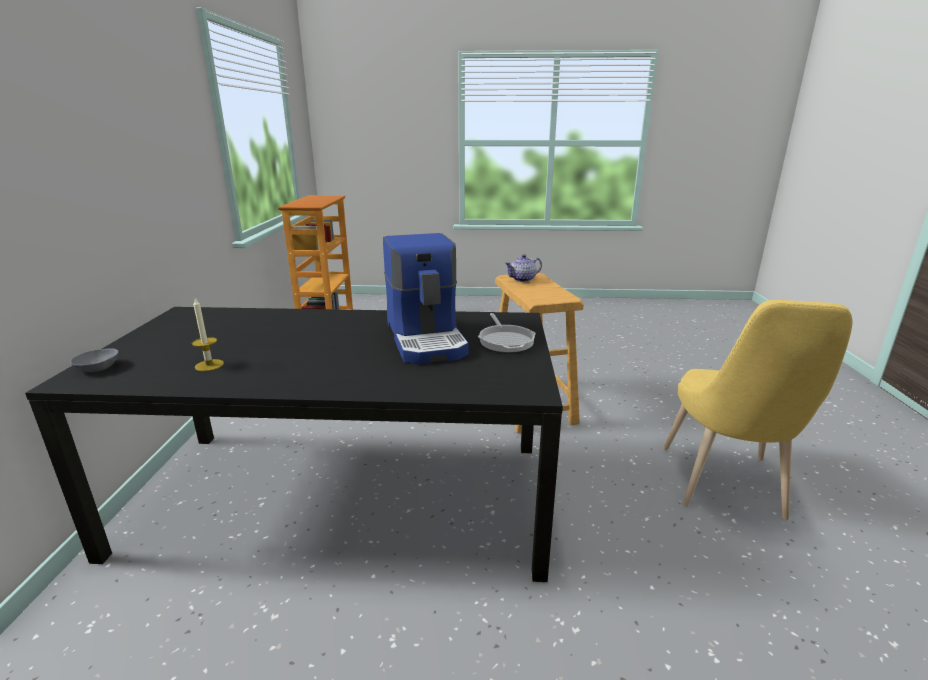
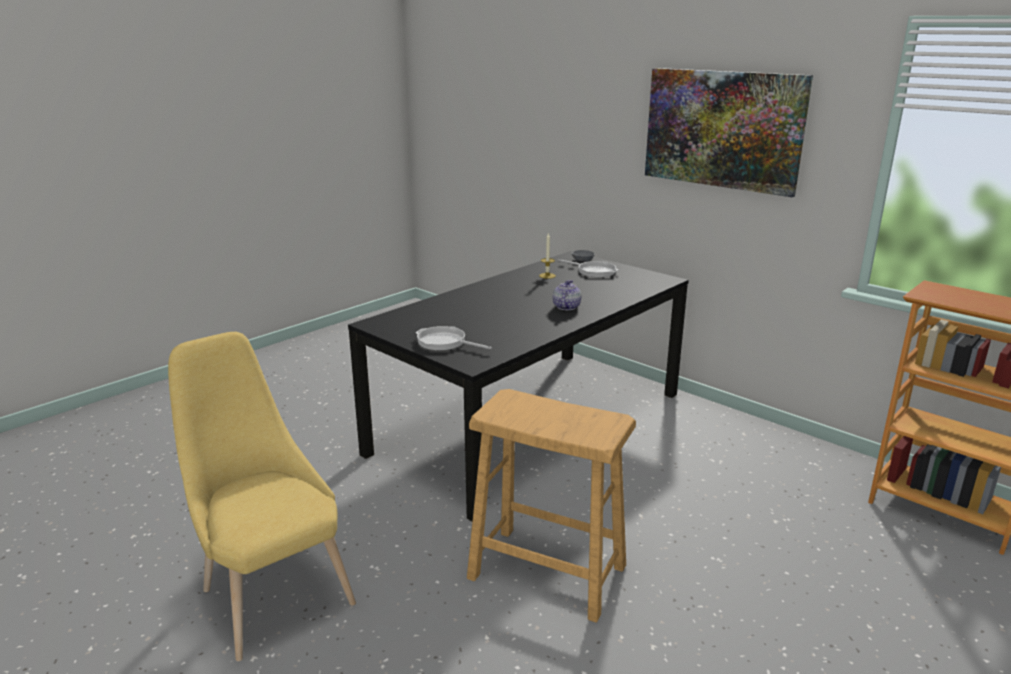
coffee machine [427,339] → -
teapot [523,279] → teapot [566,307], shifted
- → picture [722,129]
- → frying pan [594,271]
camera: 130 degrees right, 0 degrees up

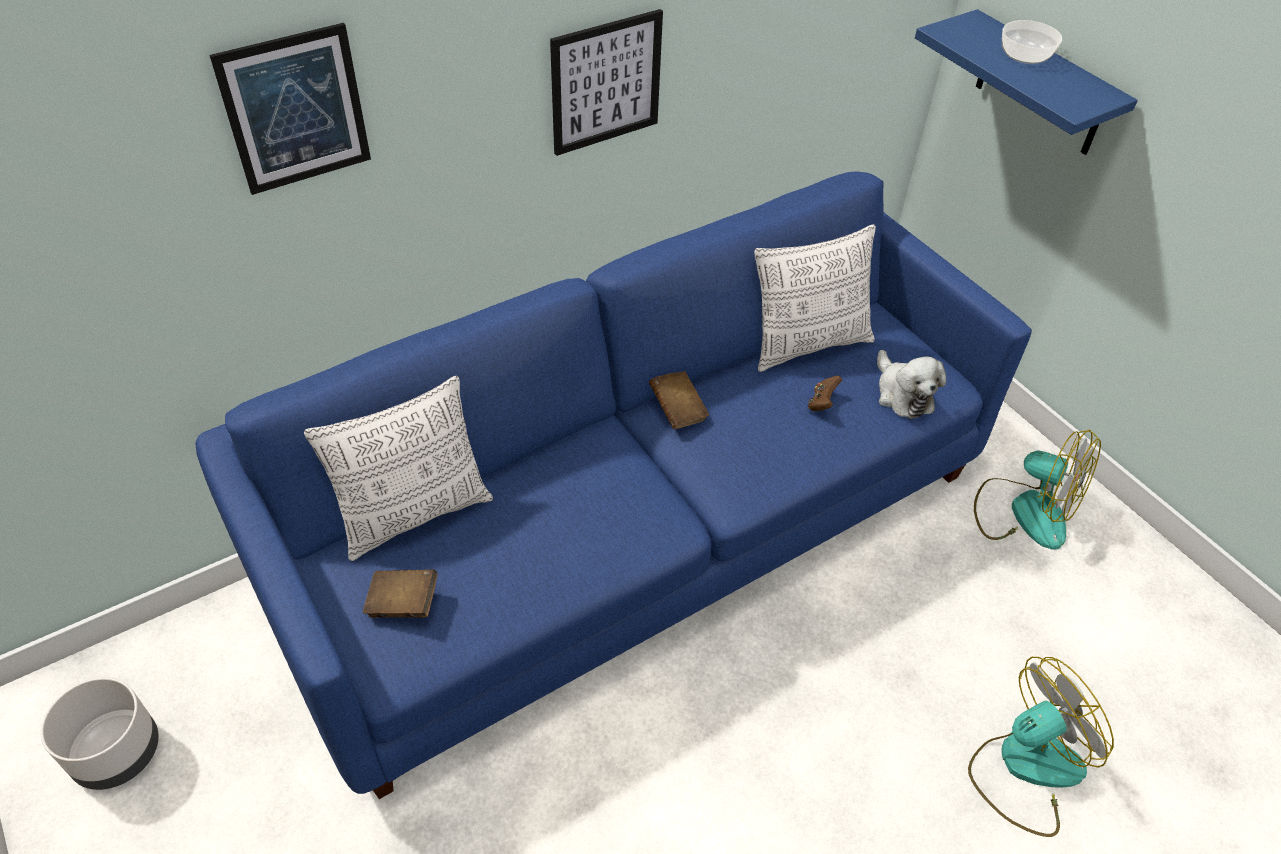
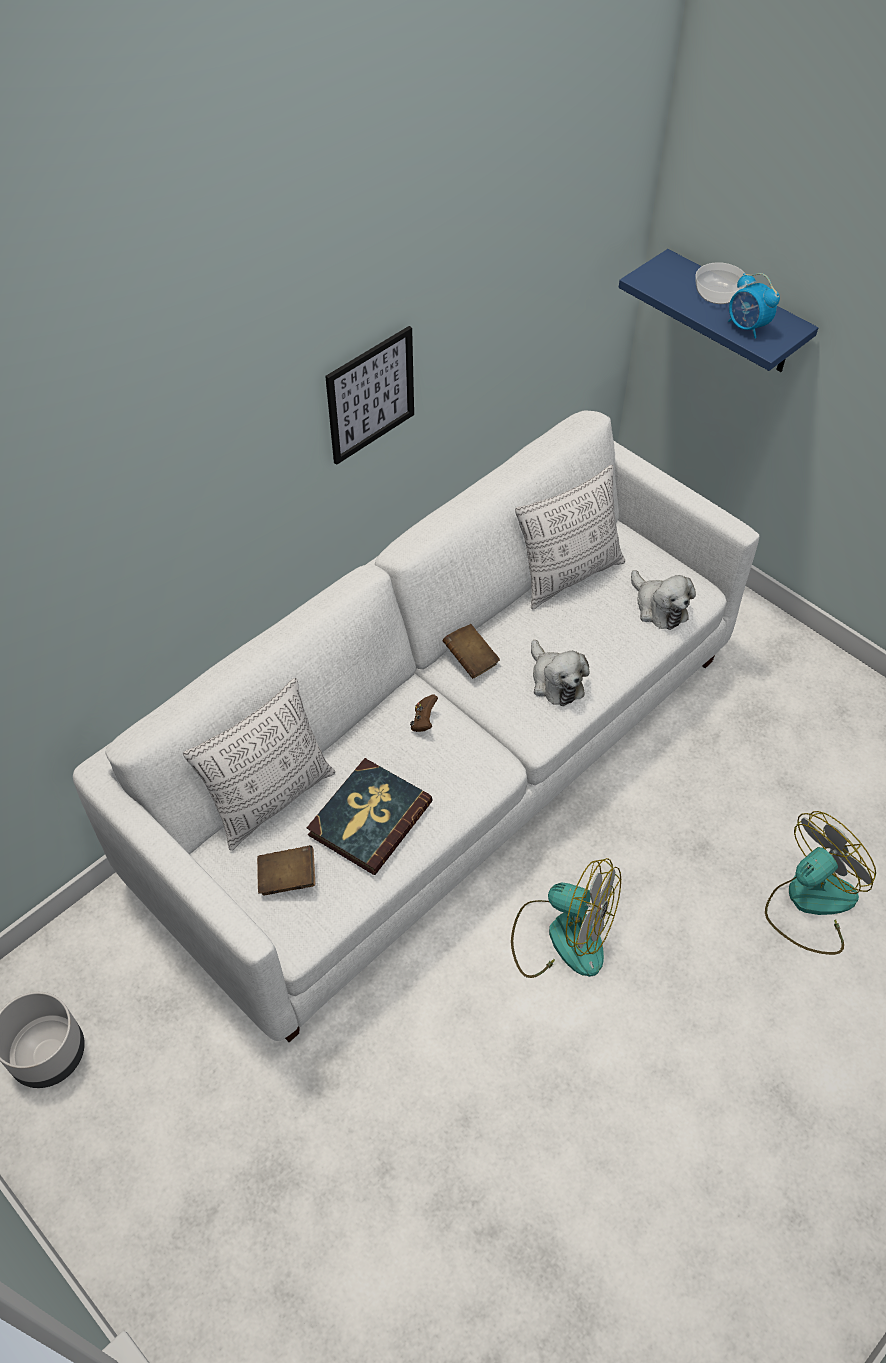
picture [295,110] → -
sofa (blue) [635,527] → sofa (white) [442,763]
game controller (brown) [822,403] → game controller (brown) [423,721], shifted
fan [1024,511] → fan [562,936], shifted
- → alarm clock [747,327]
- → plush toy [555,681]
- → book [369,818]
camera: 10 degrees left, 5 degrees up

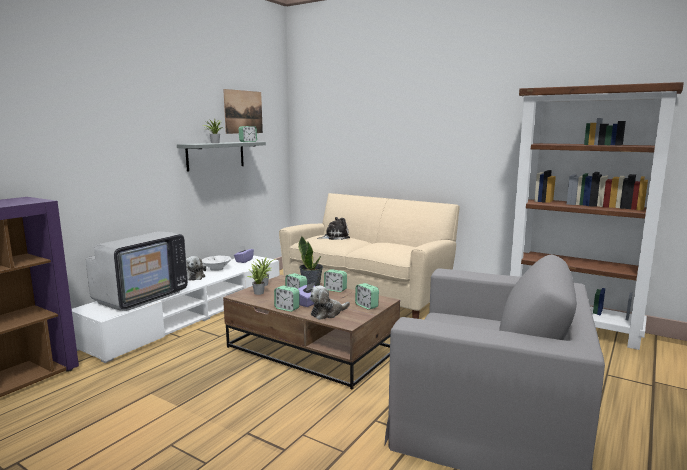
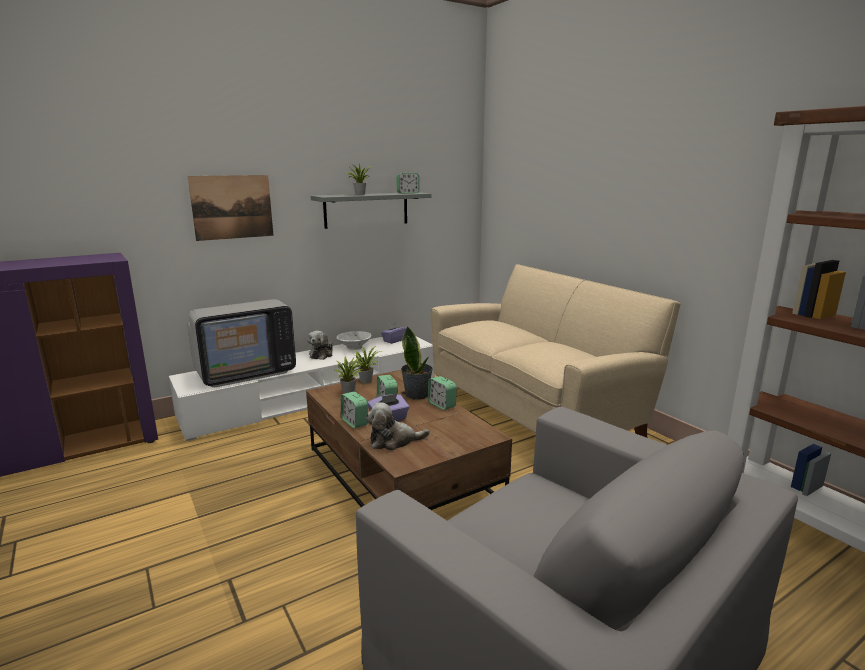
picture [243,112] → picture [232,207], shifted
plush toy [335,237] → -
alarm clock [366,306] → -
camera: 25 degrees right, 5 degrees up

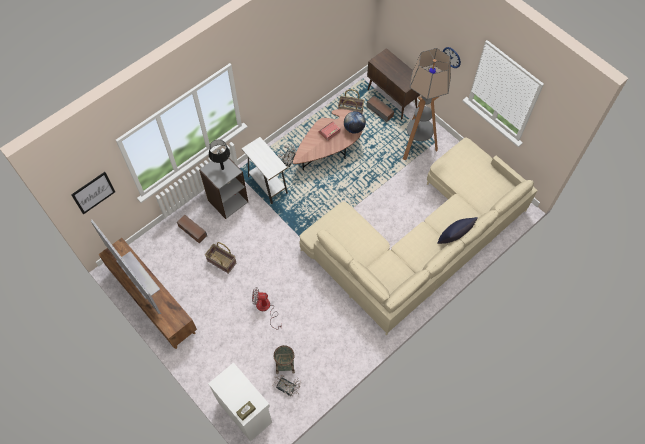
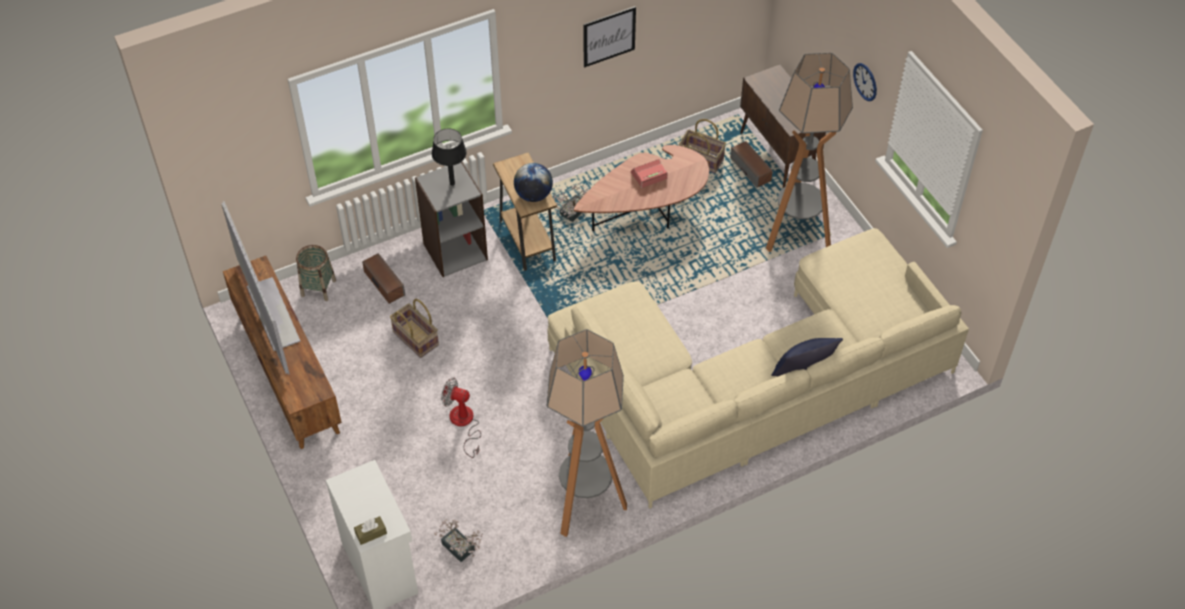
globe [354,128] → globe [533,195], shifted
side table (white) [267,185] → side table (brown) [527,241]
picture [93,193] → picture [609,36], shifted
basket [285,364] → basket [318,288], shifted
- → floor lamp [585,505]
camera: 15 degrees right, 10 degrees down

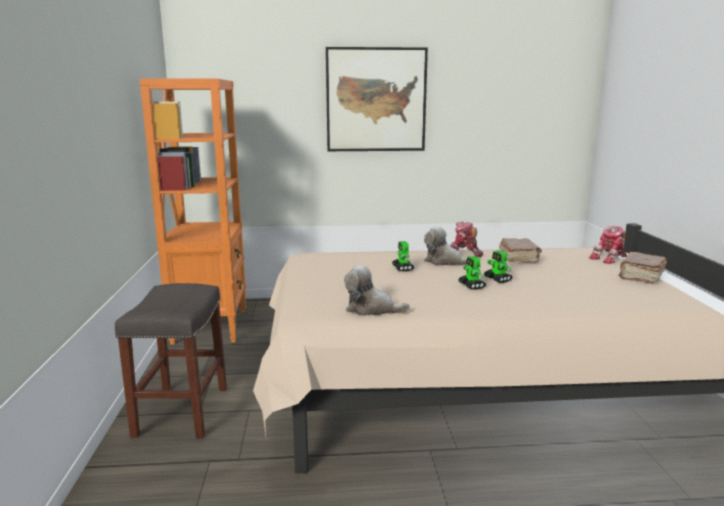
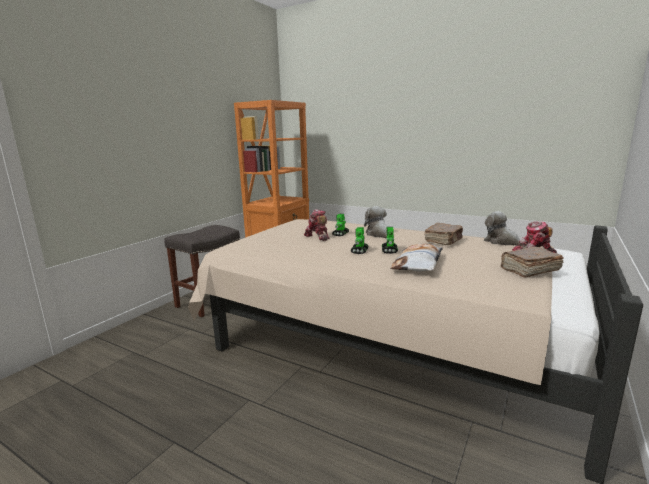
picture [376,100] → -
toy robot [462,253] → toy robot [317,237], shifted
plush toy [371,309] → plush toy [502,242], shifted
- → pillow [418,264]
camera: 35 degrees right, 0 degrees up

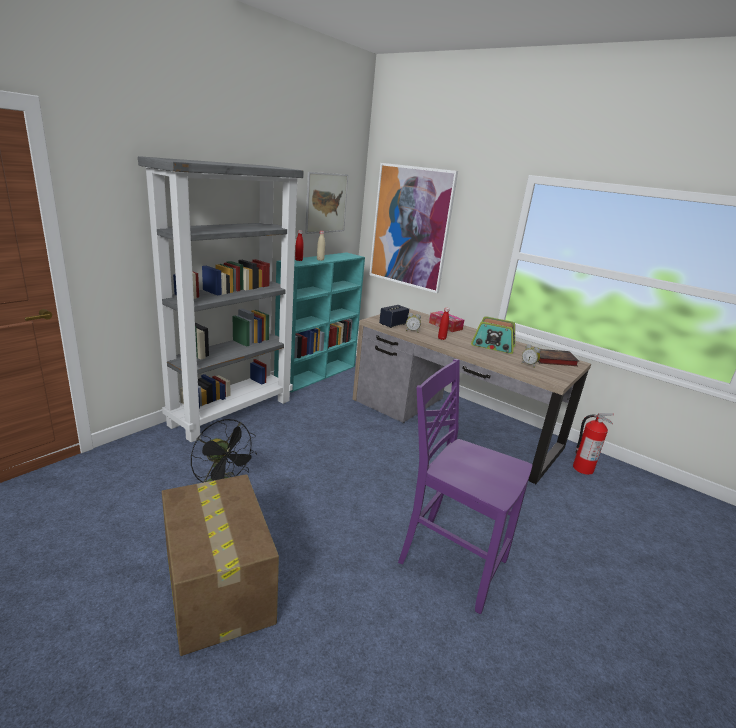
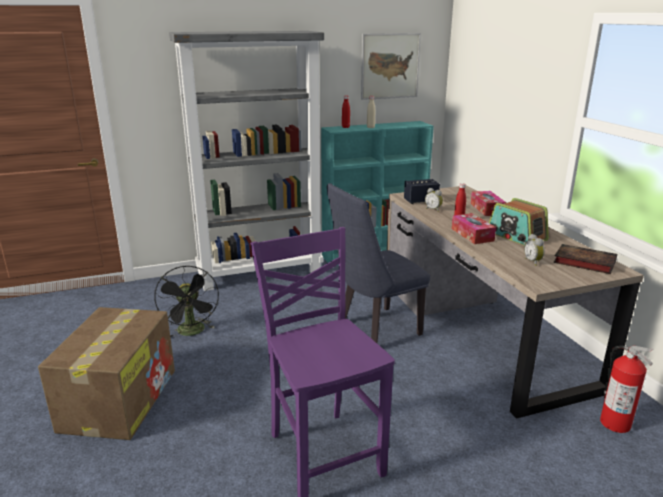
picture [410,227] → -
- → chair (blue) [373,330]
- → tissue box [472,235]
camera: 35 degrees right, 0 degrees up

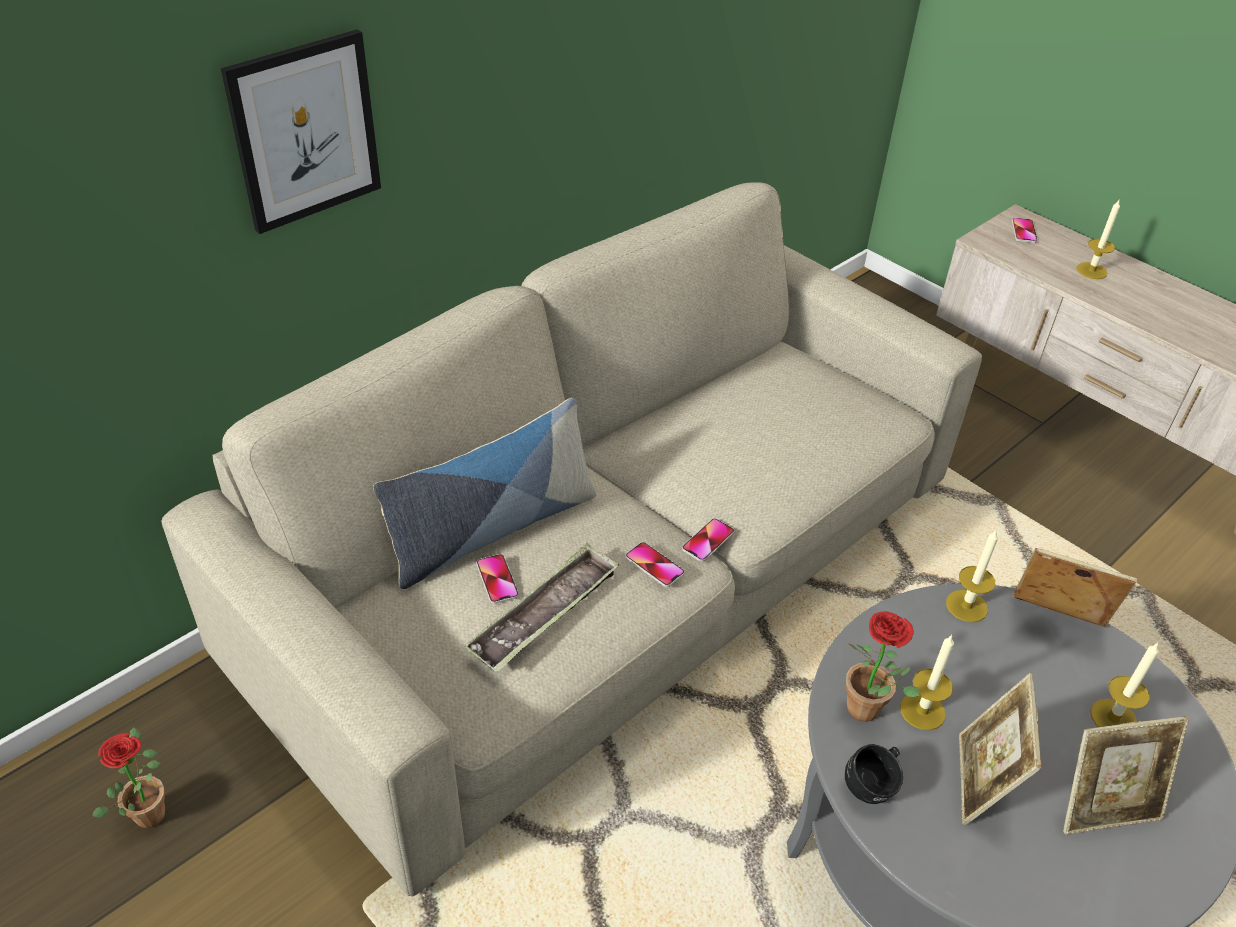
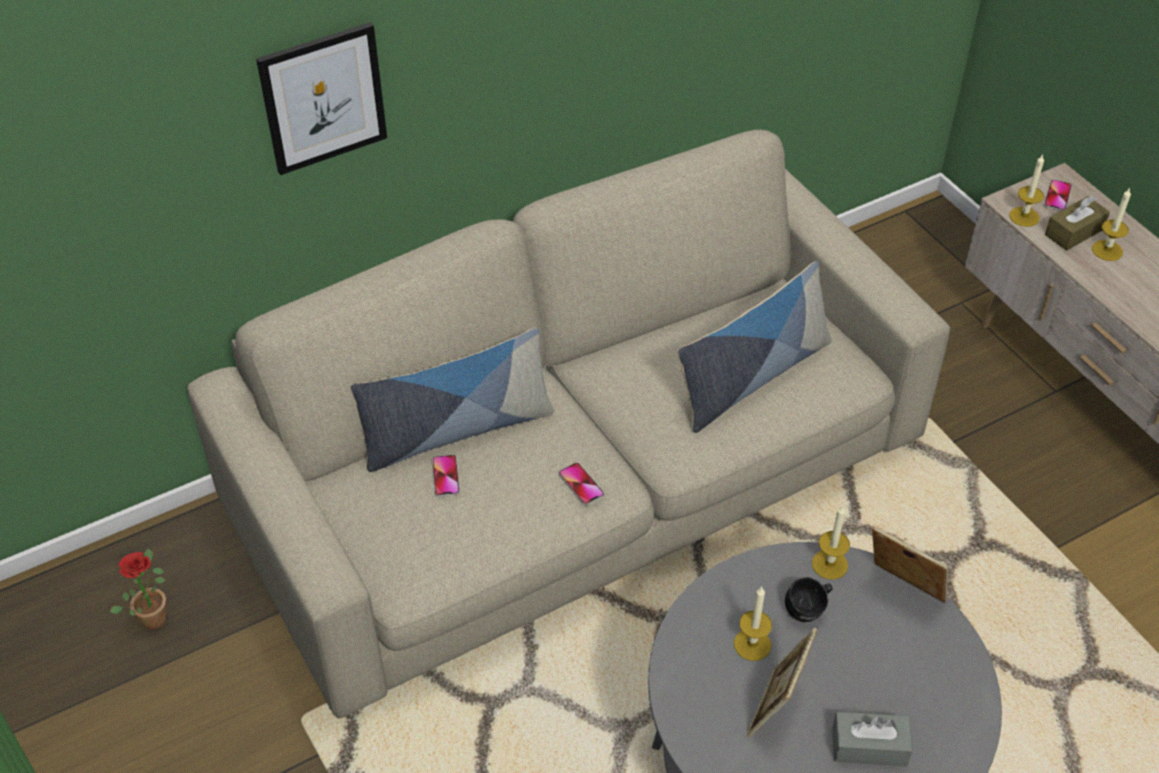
phone [708,541] → -
tray [545,614] → -
potted plant [869,712] → -
candle [1113,718] → candle [1024,216], shifted
picture frame [1104,808] → tissue box (grey) [869,746]
mug (black) [873,786] → mug (black) [809,610], shifted
- → tissue box (brown) [1074,232]
- → pillow [752,377]
camera: 15 degrees right, 5 degrees up

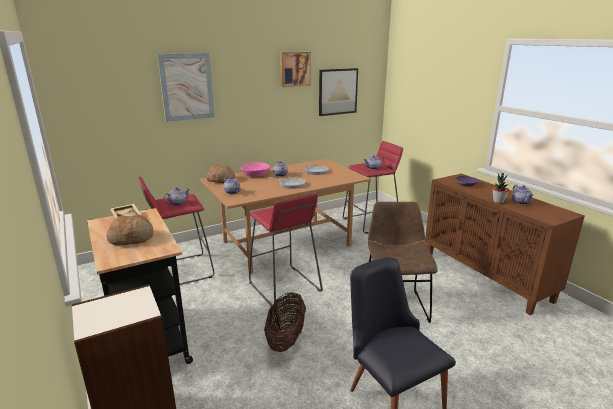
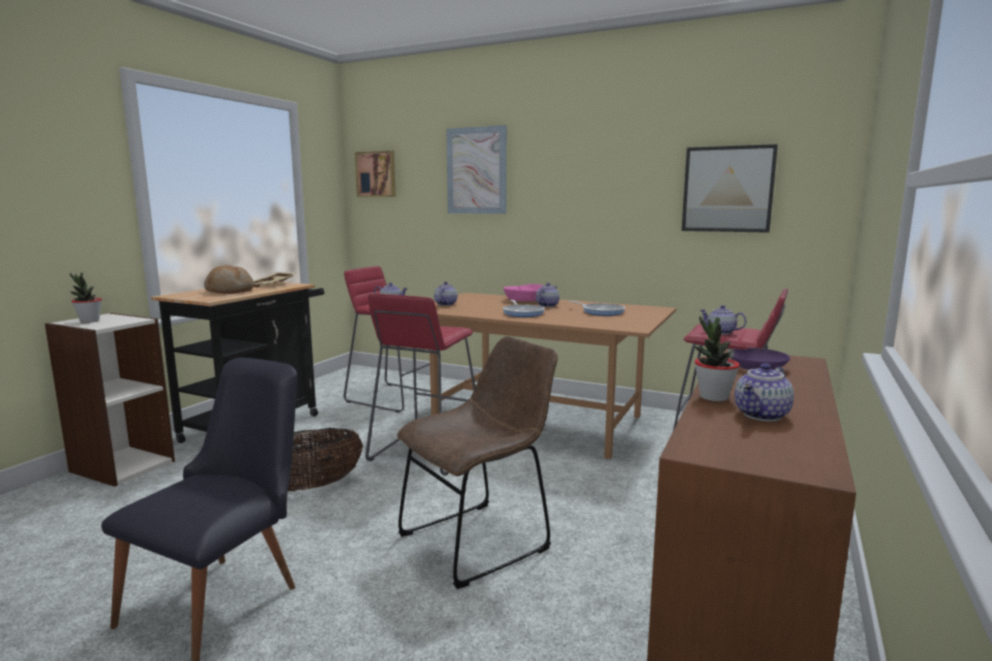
picture [294,69] → picture [376,174], shifted
bread [221,180] → -
- → potted plant [89,321]
camera: 55 degrees right, 10 degrees down

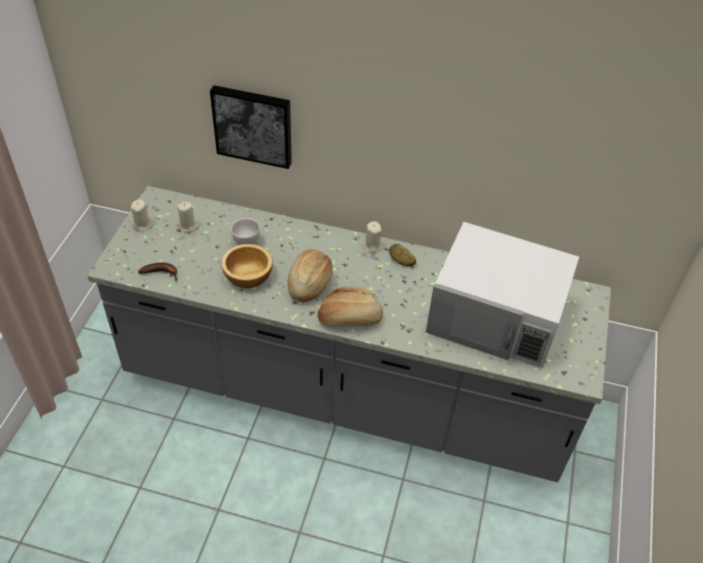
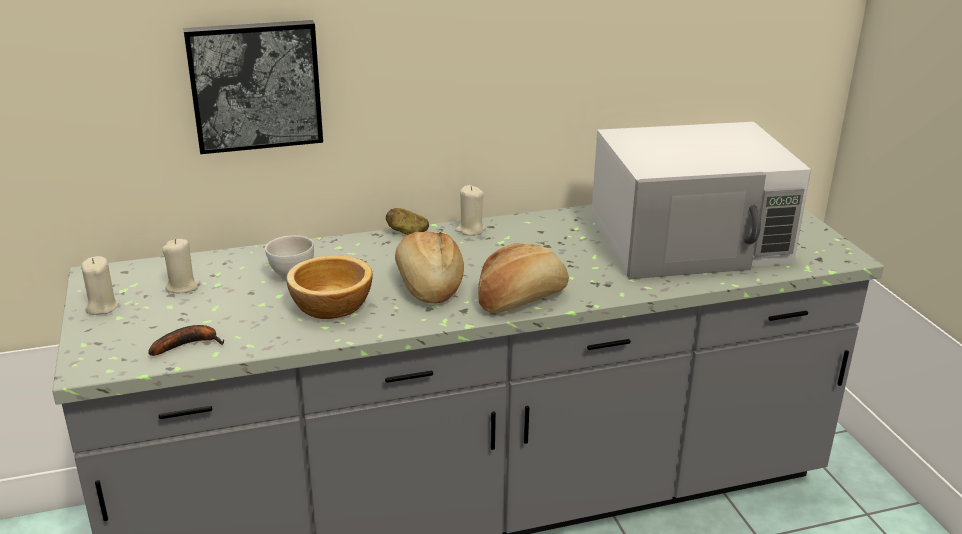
potato [401,261] → potato [407,232], shifted
camera: 30 degrees left, 20 degrees down

